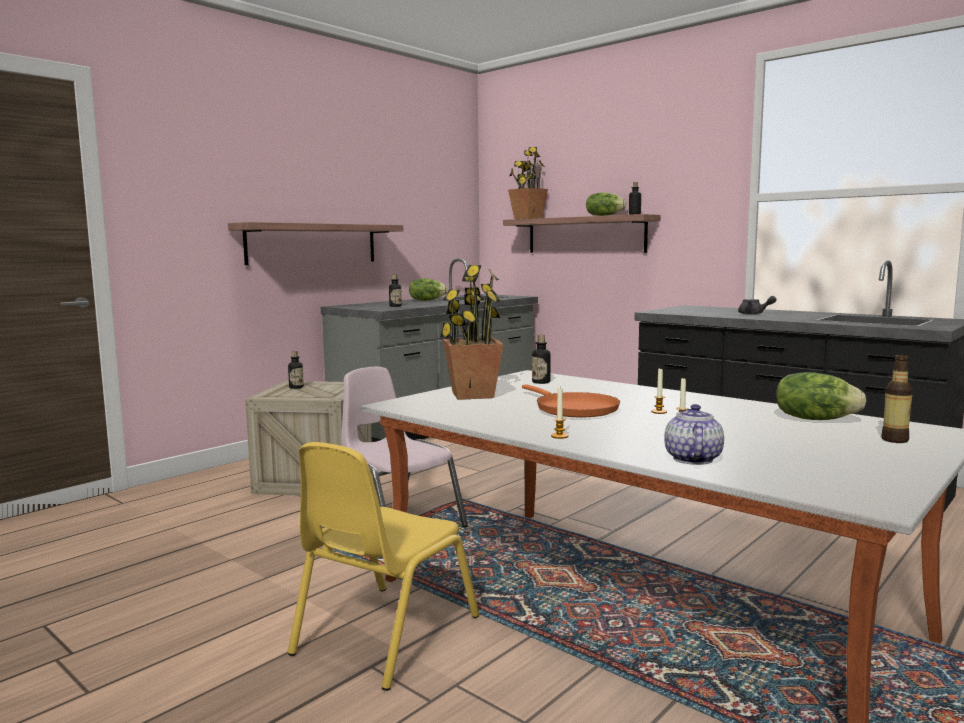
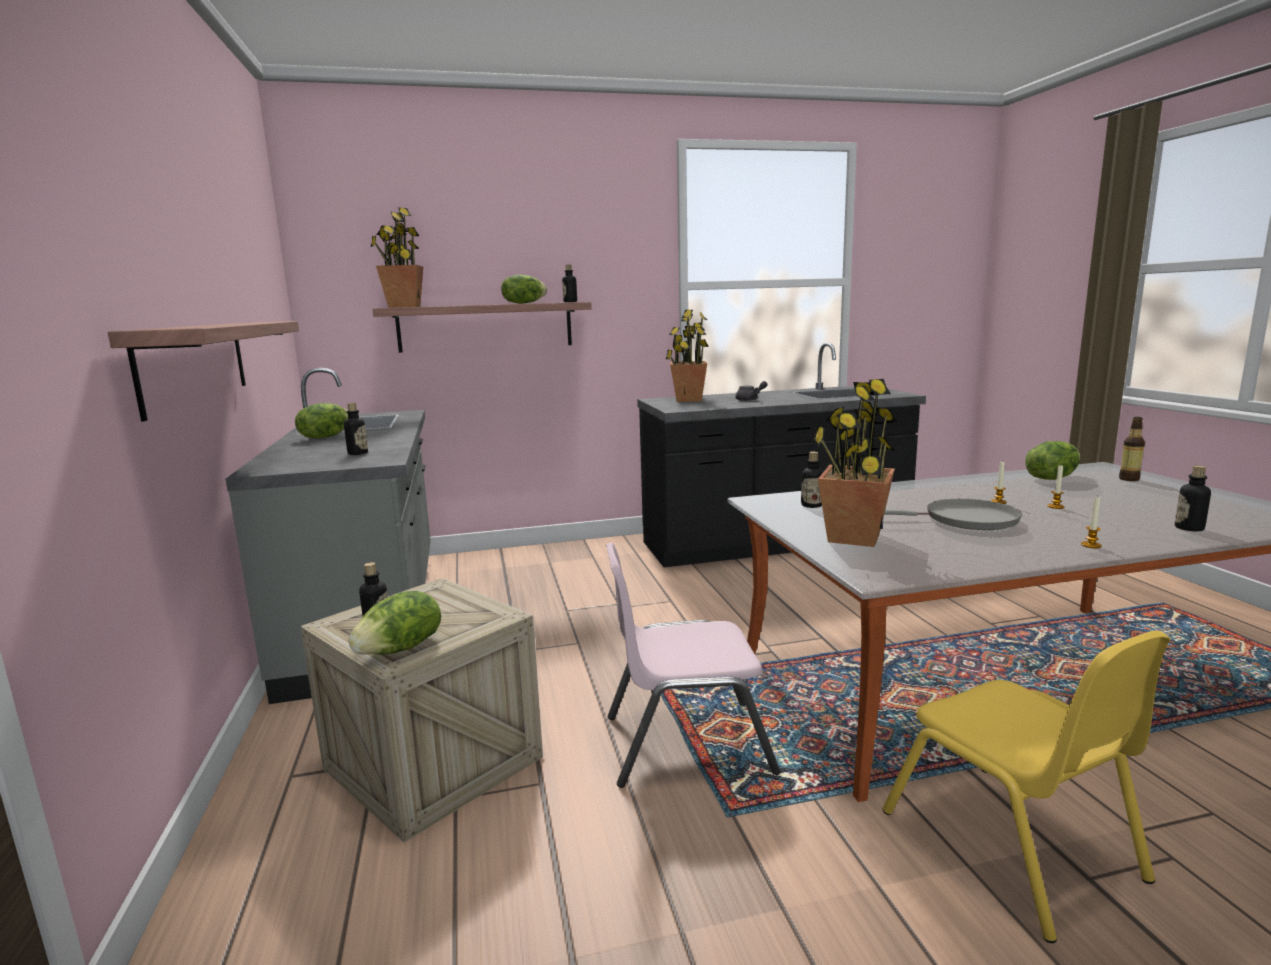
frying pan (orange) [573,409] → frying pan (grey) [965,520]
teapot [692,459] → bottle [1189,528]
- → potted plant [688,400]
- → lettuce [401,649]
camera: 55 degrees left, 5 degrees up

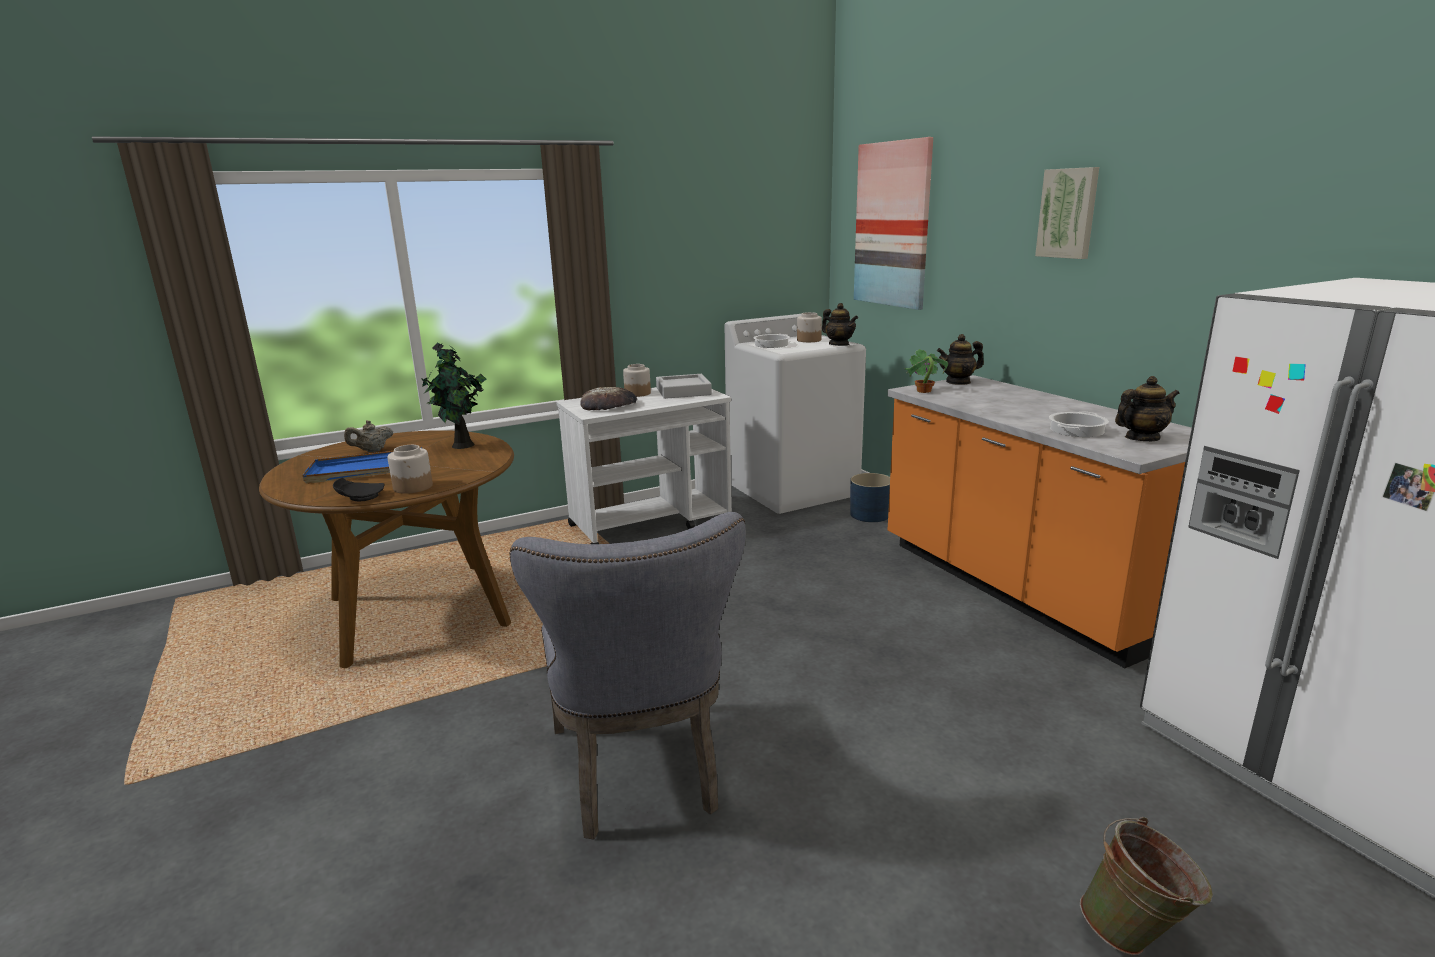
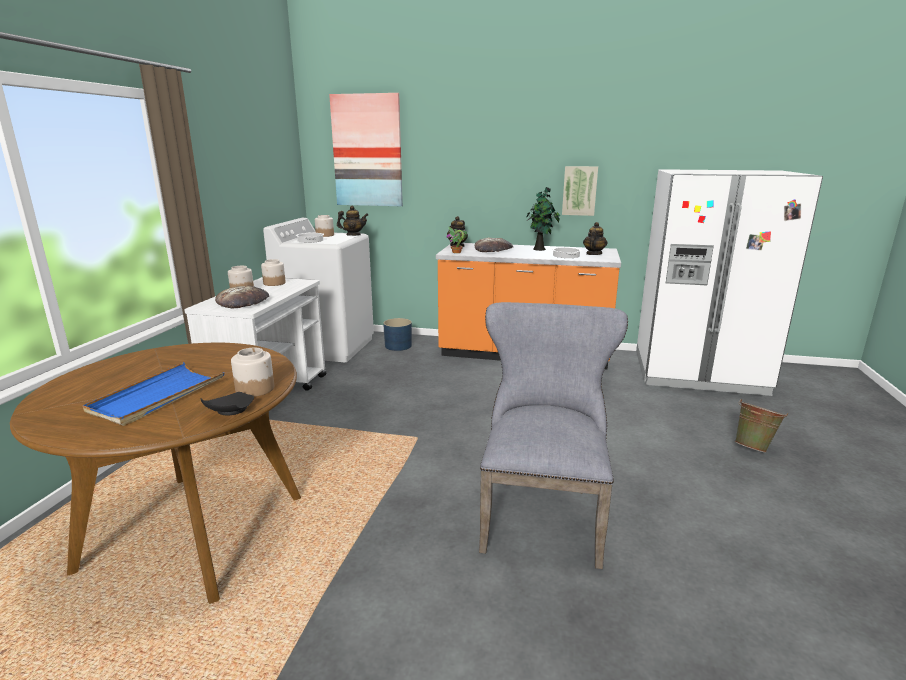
picture [1068,213] → picture [579,190], shifted
potted plant [462,446] → potted plant [540,249], shifted
tray (grey) [683,391] → jar [274,283]
teapot (beige) [372,451] → -
chair (grey) [641,775] → chair (grey) [541,513], 105 degrees counterclockwise
- → bread [493,249]
camera: 50 degrees left, 0 degrees up

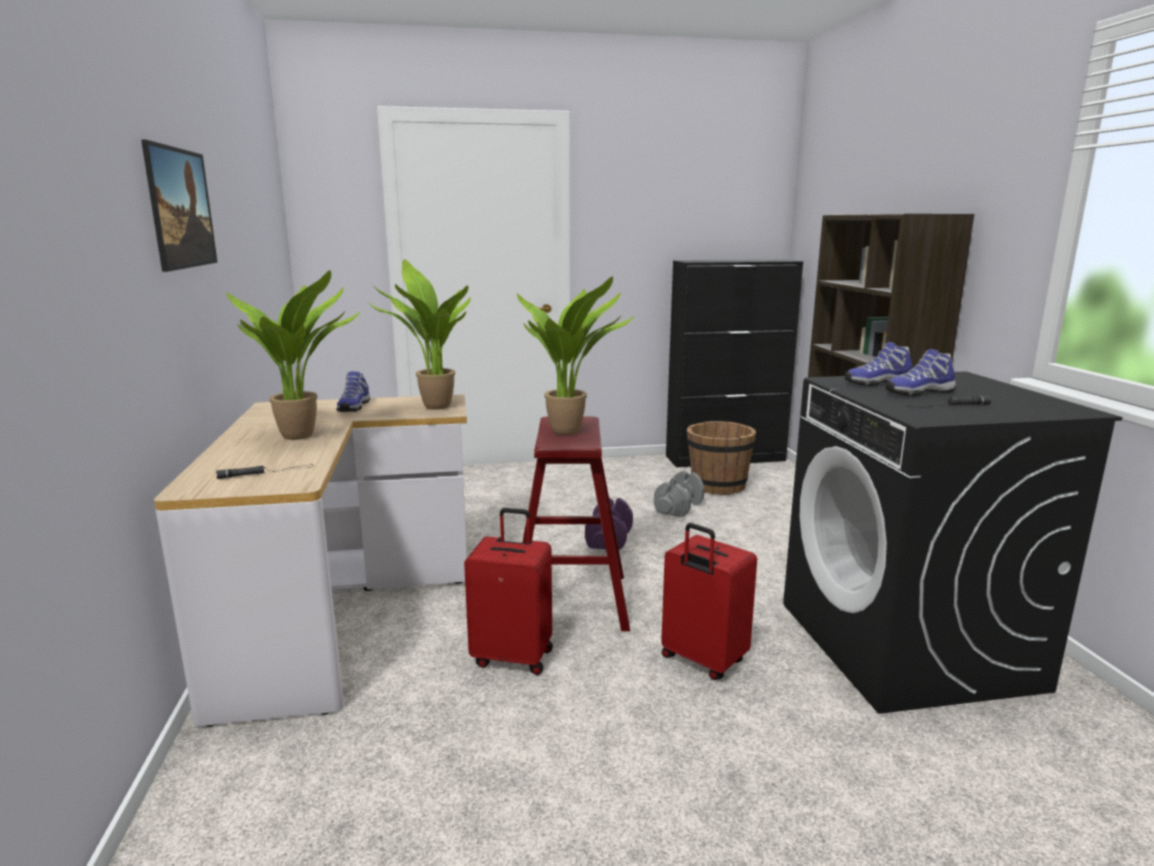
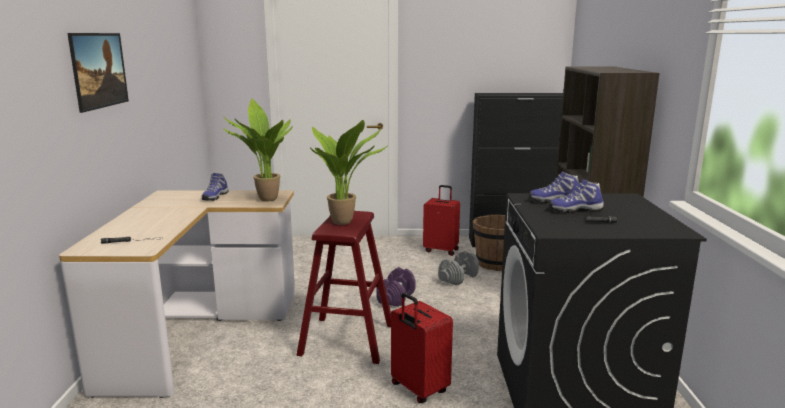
potted plant [303,435] → -
suitcase (red) [513,656] → suitcase (red) [441,250], shifted
camera: 10 degrees right, 0 degrees up

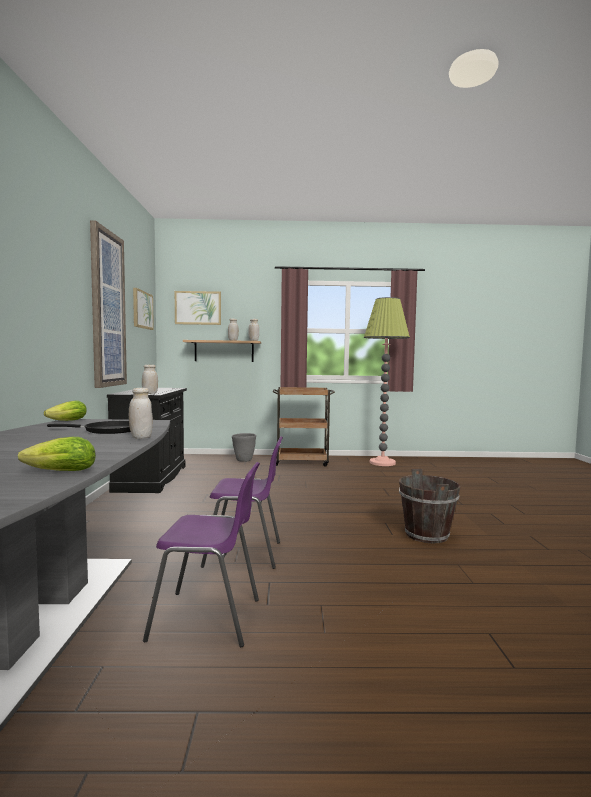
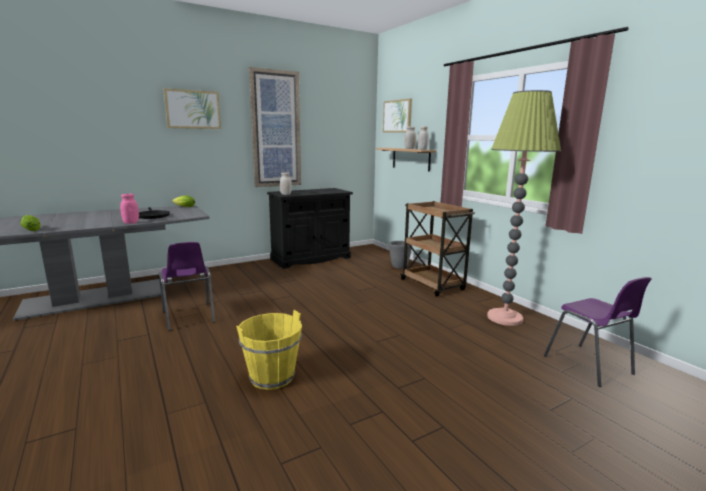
picture [142,310] → picture [193,109], shifted
jar (white) [141,437] → jar (pink) [131,223]
chair (purple) [208,619] → chair (purple) [589,366], shifted
bucket (brown) [427,535] → bucket (yellow) [272,377]
camera: 60 degrees right, 10 degrees up

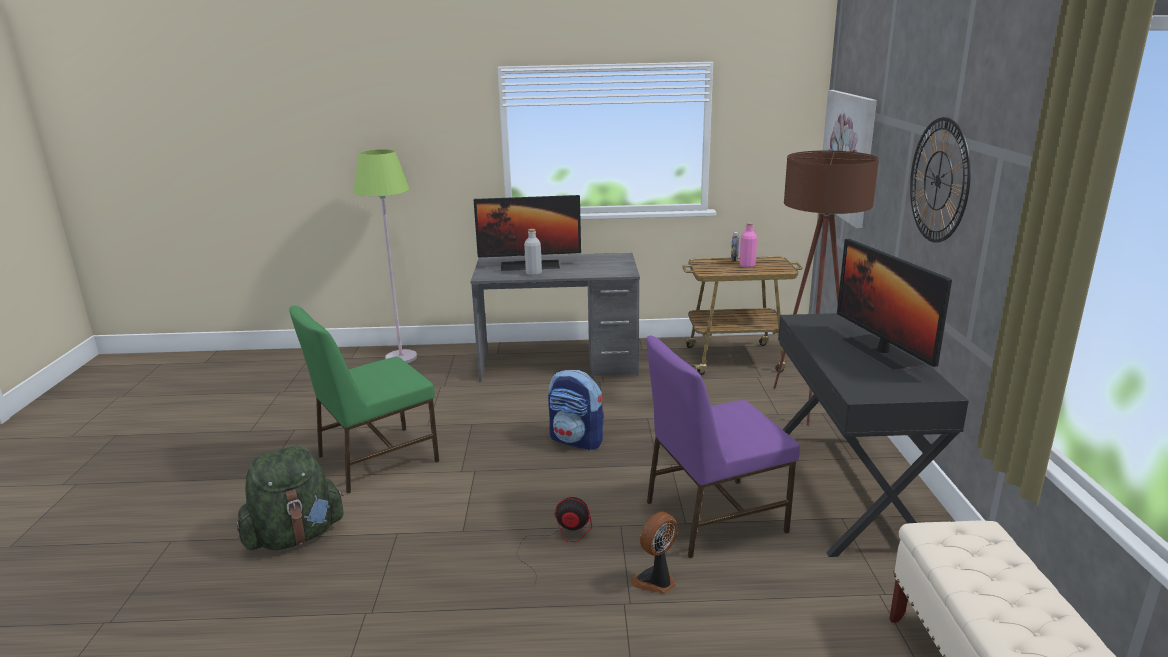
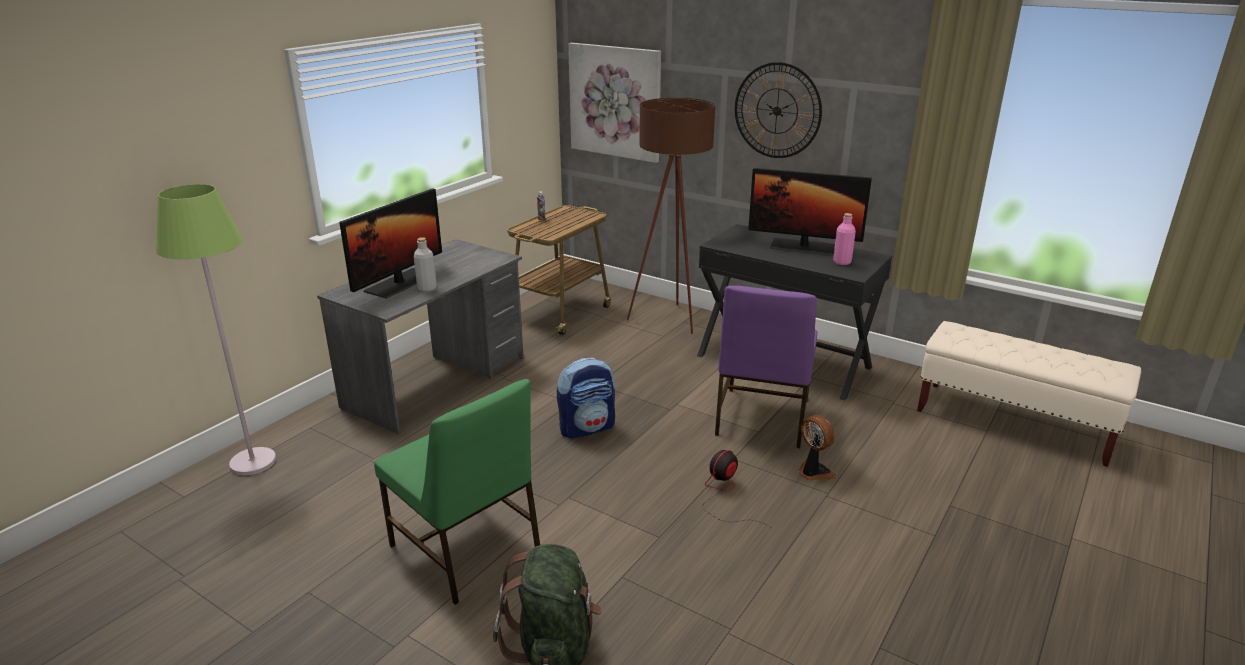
bottle (pink) [747,266] → bottle (pink) [842,262], shifted
chair (green) [375,459] → chair (green) [465,550], 45 degrees counterclockwise
fan [656,581] → fan [813,472], 150 degrees clockwise
camera: 55 degrees left, 5 degrees up

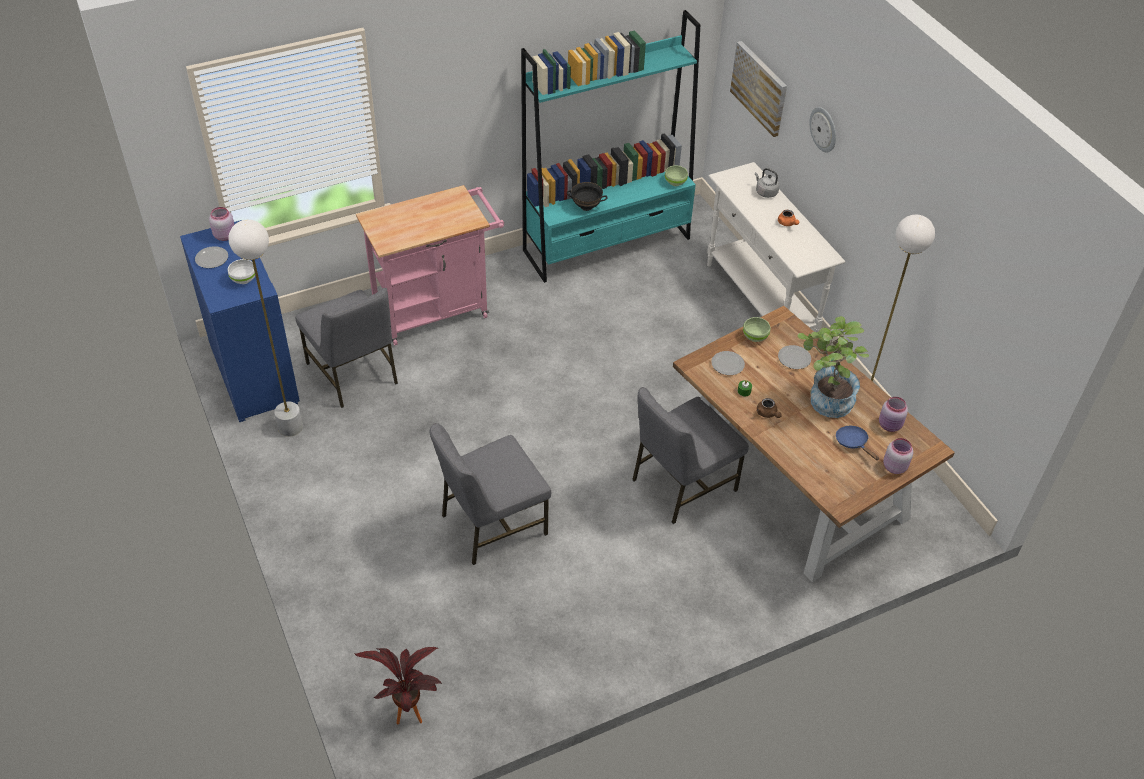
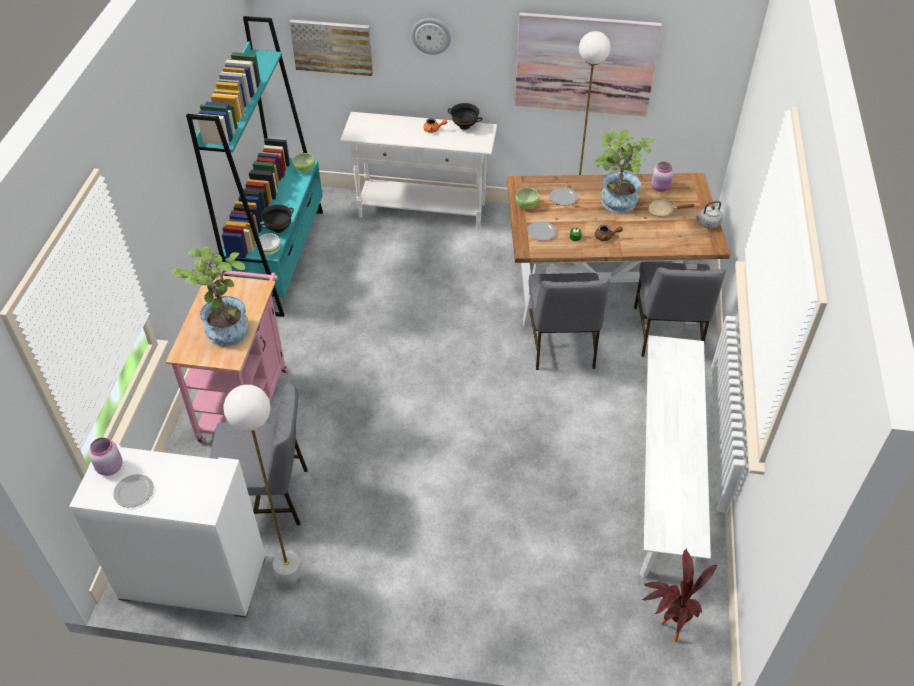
kettle (grey) [765,192] → kettle (grey) [707,224], shifted
cabinet (blue) [252,373] → cabinet (white) [192,578]
bowl (white) [244,280] → bowl (white) [270,251], shifted
chair (grey) [491,524] → chair (grey) [667,333], shifted
frying pan (blue) [853,443] → frying pan (beige) [664,211]
jar (pink) [894,466] → -
- → picture [585,64]
- → bowl (black) [464,126]
- → potted plant [224,327]
- → bench (white) [665,475]
camera: 55 degrees left, 0 degrees up

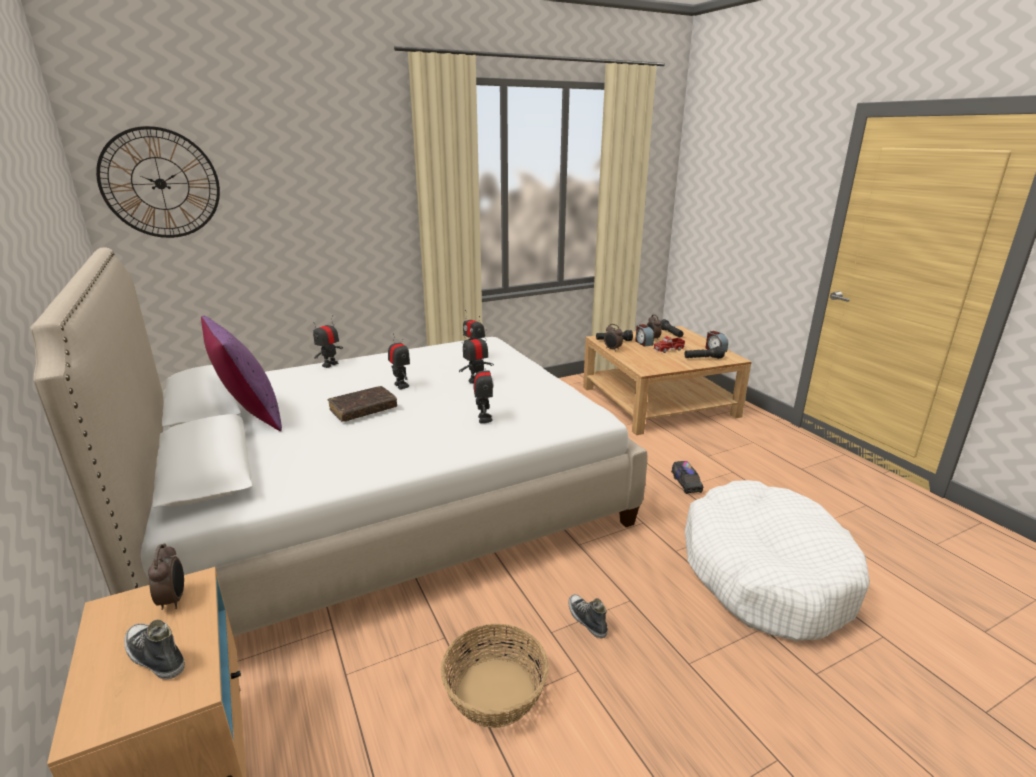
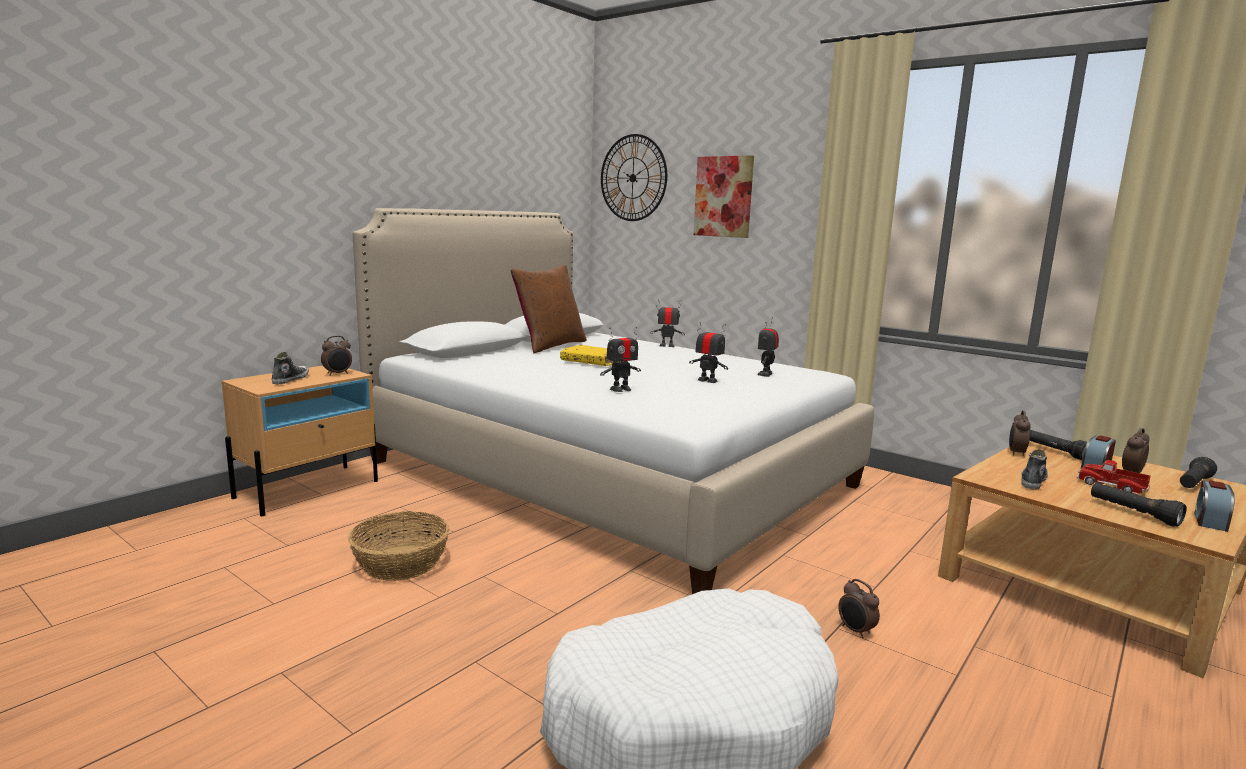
pillow (purple) [250,415] → pillow (brown) [550,345]
toy robot [401,385] → -
book (brown) [363,410] → book (yellow) [592,362]
toy truck [686,483] → alarm clock [855,631]
shoe [586,620] → shoe [1032,481], shifted
- → picture [723,196]
camera: 65 degrees right, 10 degrees down

